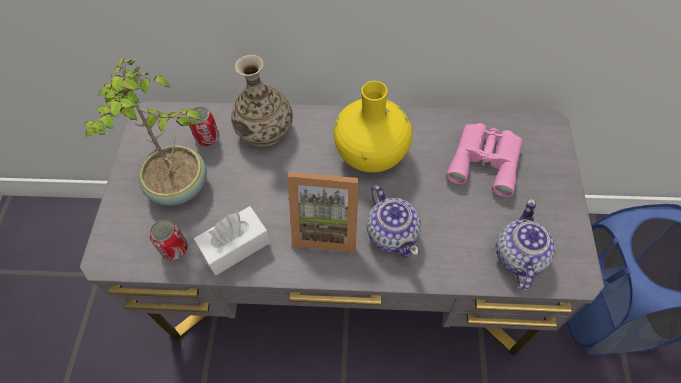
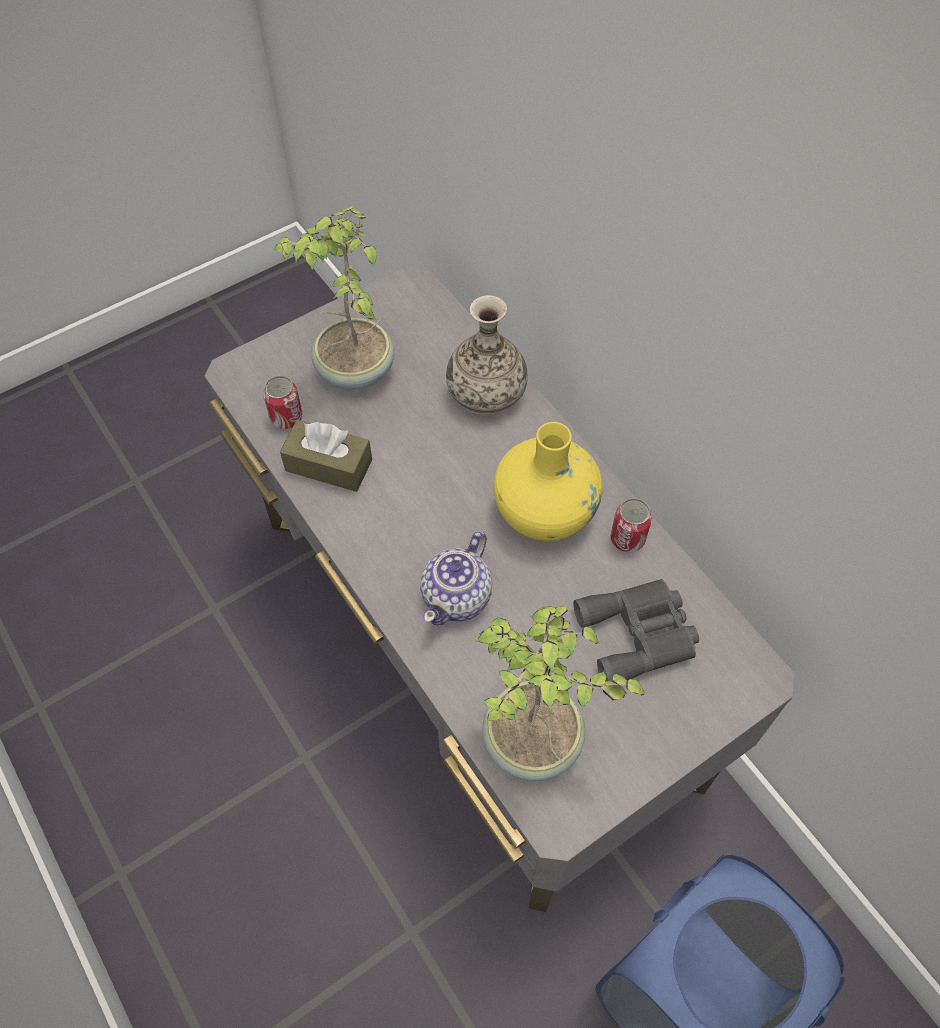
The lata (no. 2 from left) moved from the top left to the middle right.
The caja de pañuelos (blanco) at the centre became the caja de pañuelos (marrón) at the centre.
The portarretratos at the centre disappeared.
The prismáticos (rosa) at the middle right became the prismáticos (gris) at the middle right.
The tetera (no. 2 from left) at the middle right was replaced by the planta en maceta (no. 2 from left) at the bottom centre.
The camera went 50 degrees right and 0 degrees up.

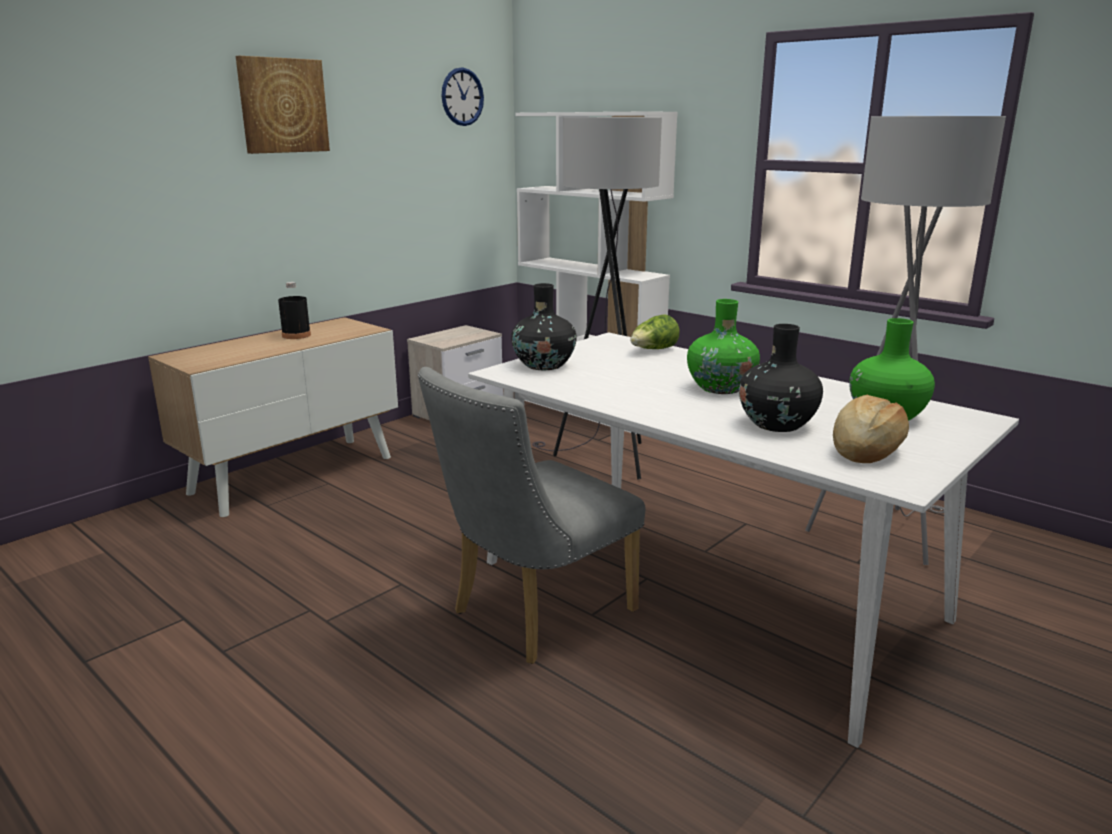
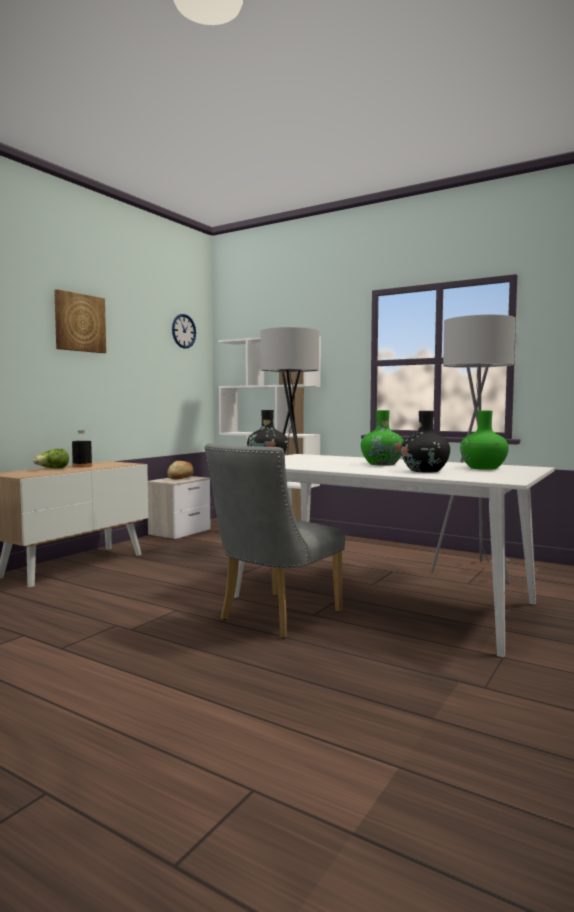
The lechuga moved from the centre to the middle left.
The pan moved from the middle right to the middle left.
The camera went 10 degrees left and 15 degrees down.

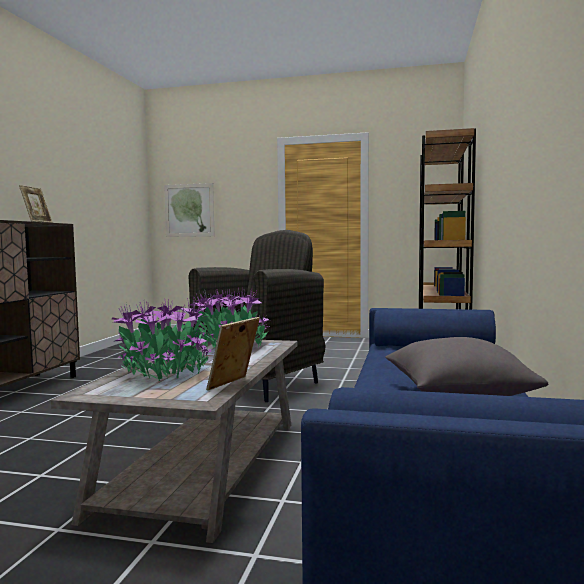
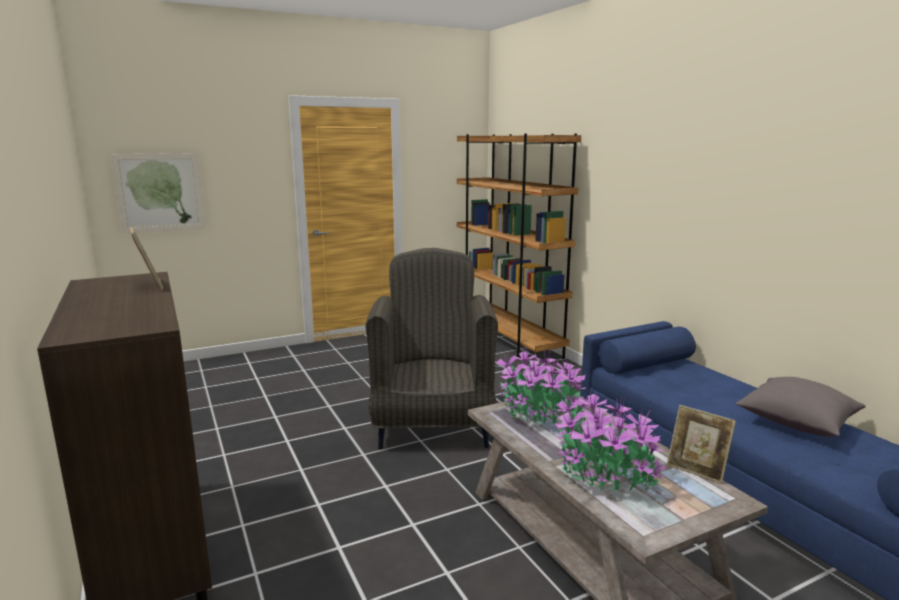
The portarretratos (no. 2 from left) at the centre turned 45 degrees counterclockwise.
The camera went 40 degrees left and 10 degrees up.

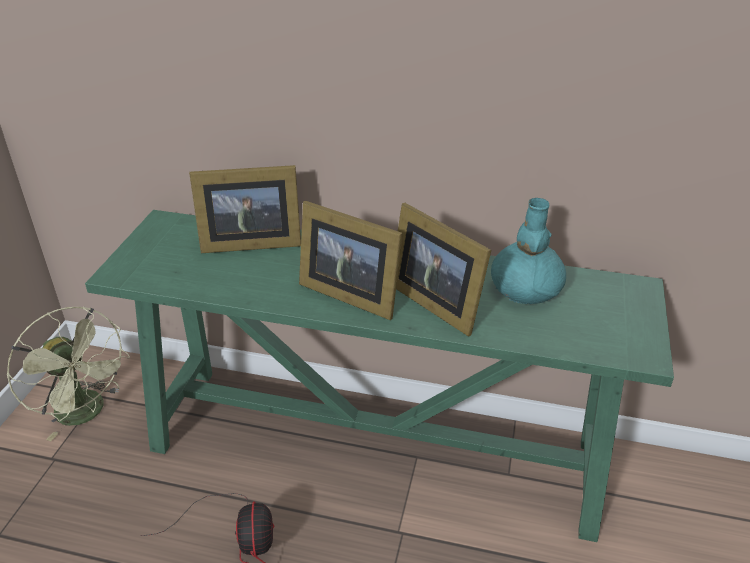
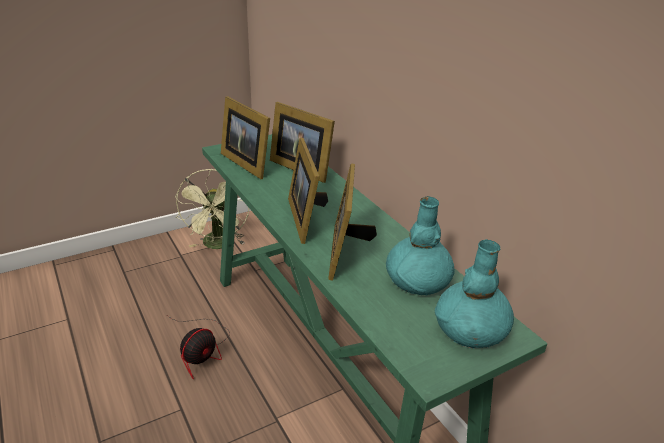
The portarretratos (no. 1 from left) at the top centre appeared.
The florero (turquesa) (no. 2 from left) at the middle right appeared.
The camera went 45 degrees right and 5 degrees down.

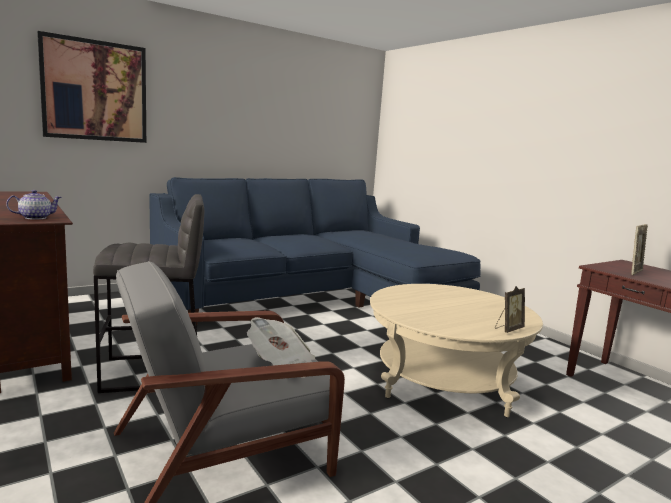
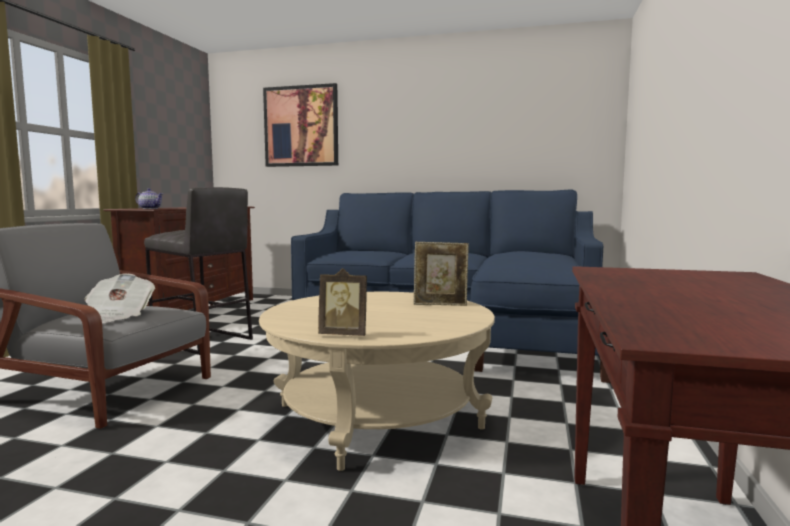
The portarretratos (no. 2 from left) moved from the middle right to the centre.
The camera went 50 degrees right and 5 degrees down.

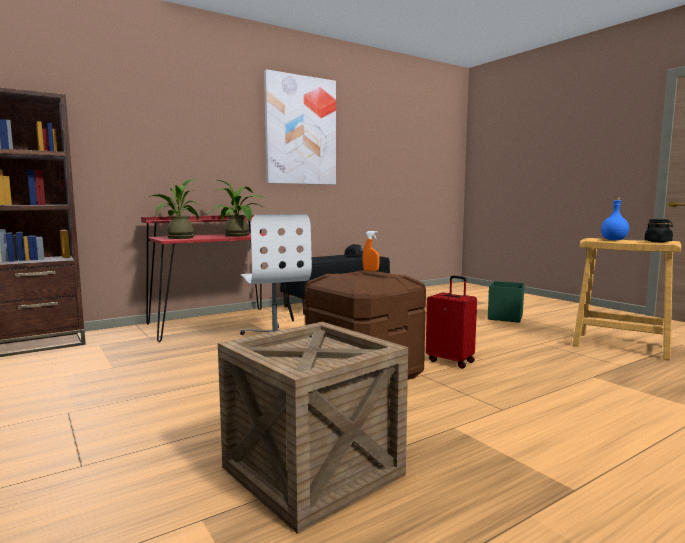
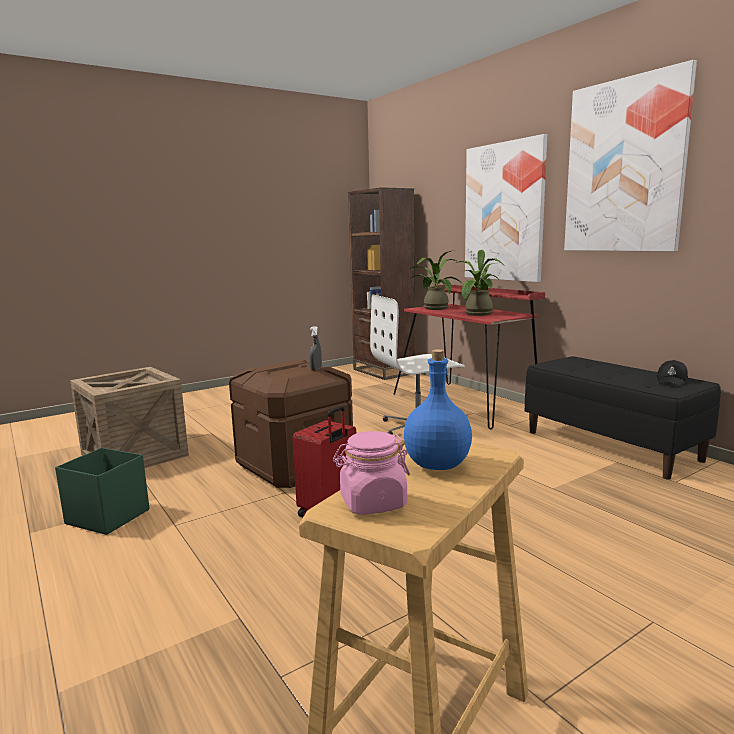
The pulverizador (naranja) at the centre became the pulverizador (gris) at the centre.
The caja de almacenaje (verde) moved from the middle right to the bottom left.
The tarro (negro) at the middle right became the tarro (rosa) at the centre.
The cuadro (no. 1 from left) at the top right appeared.
The camera went 90 degrees right and 5 degrees up.

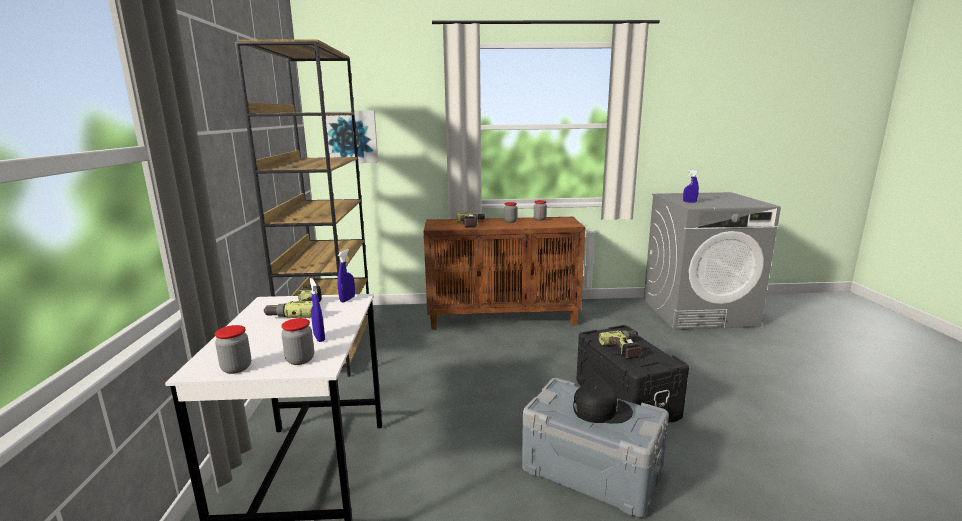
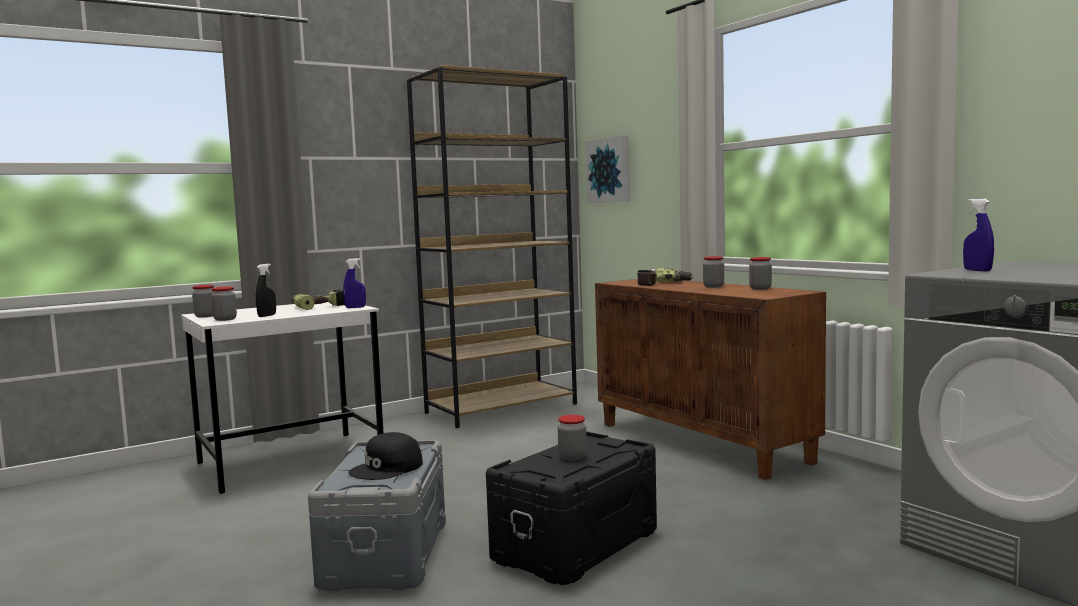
The pulverizador (azul) (no. 1 from left) at the middle left became the pulverizador (negro) at the middle left.
The gorra (negro) at the bottom centre turned 75 degrees clockwise.
The taladro (no. 3 from left) at the centre was replaced by the tarro (no. 3 from left) at the bottom centre.
The camera went 60 degrees right and 10 degrees down.

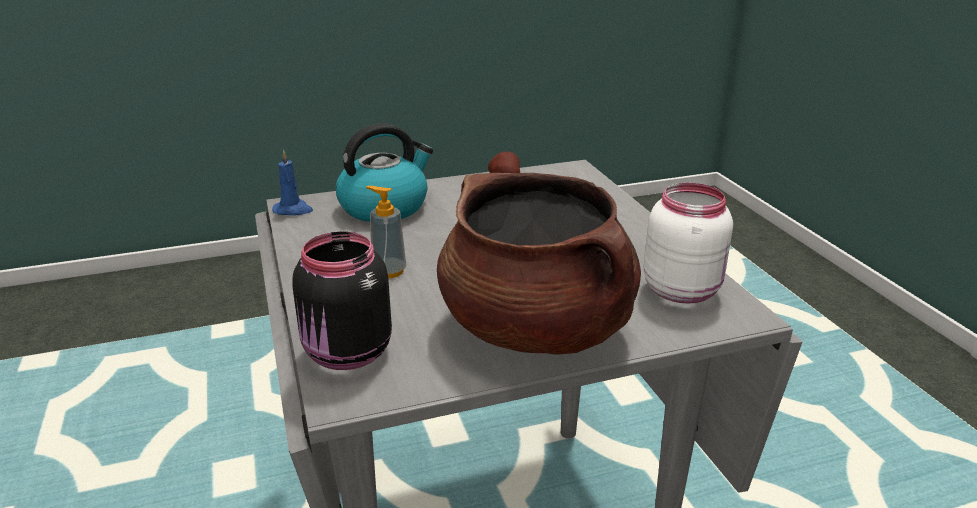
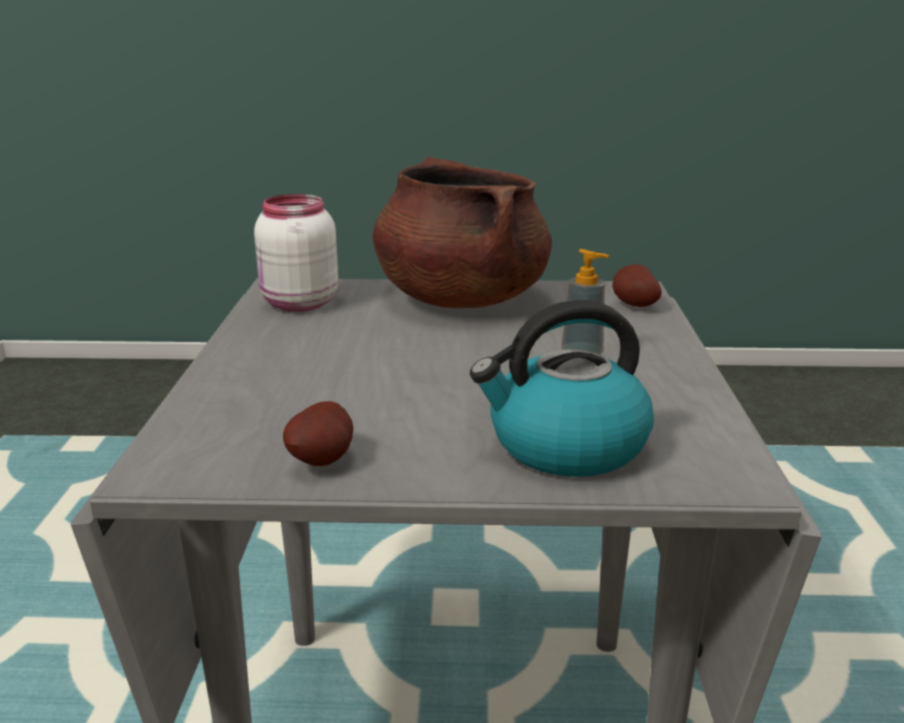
The vela (azul) at the middle left disappeared.
The tarro (negro) at the centre was replaced by the patata (no. 2 from left) at the middle right.
The camera went 160 degrees left and 5 degrees down.

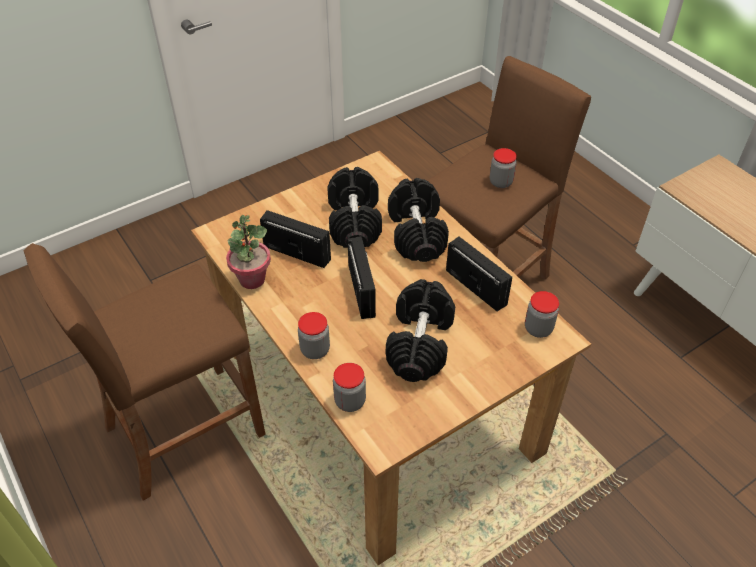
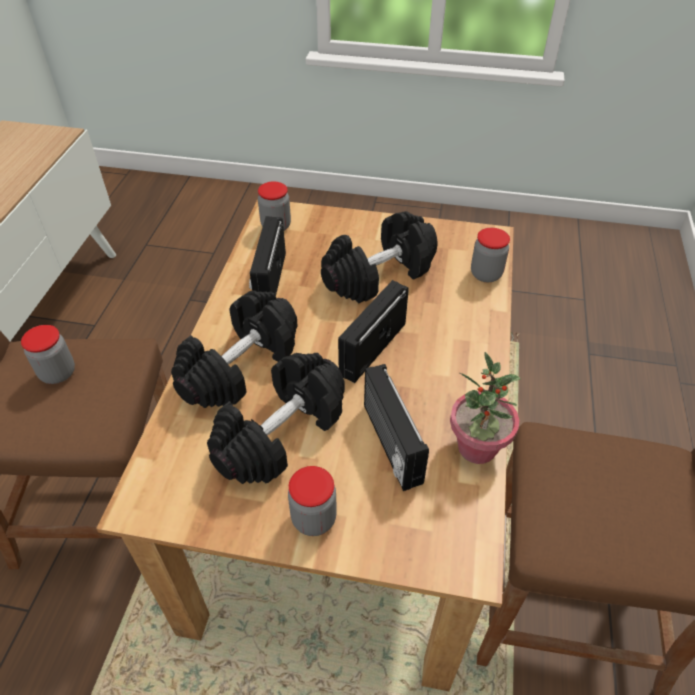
The tarro (no. 1 from left in the first image) moved from the centre to the bottom centre.
The camera went 135 degrees left and 0 degrees up.

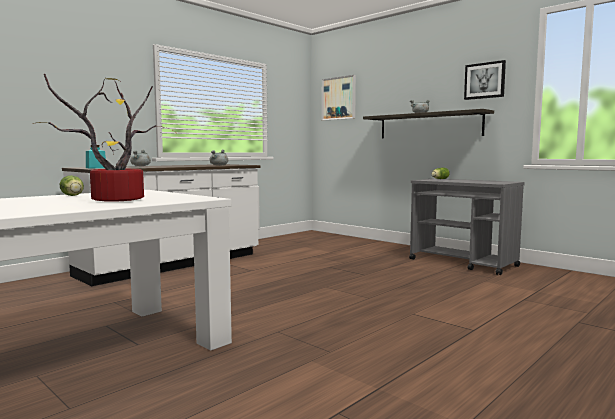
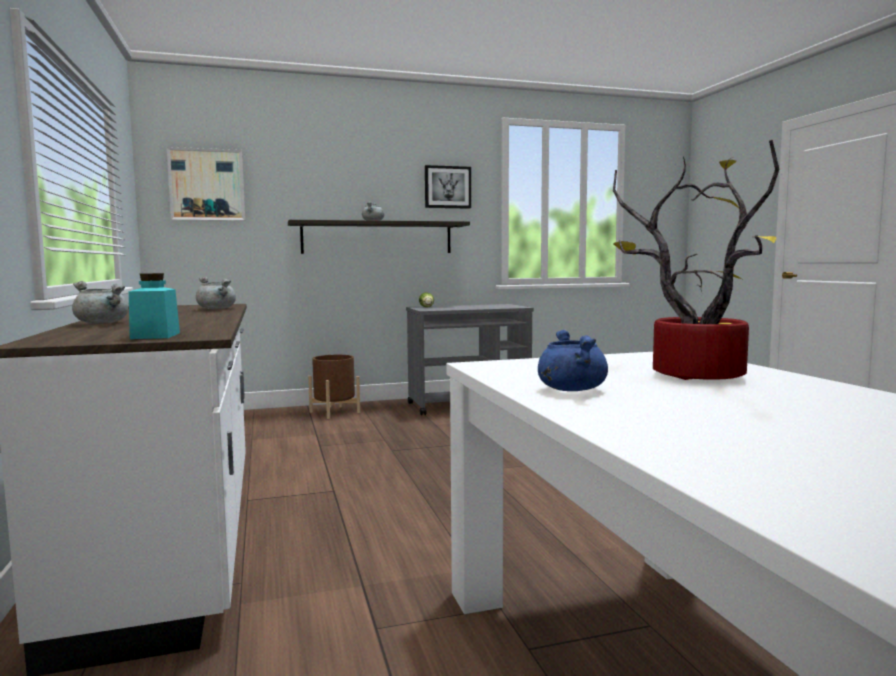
The lechuga (no. 1 from left) at the middle left was replaced by the olla (azul) at the centre.
The maceta (marrón) at the centre appeared.
The camera went 60 degrees left and 0 degrees up.

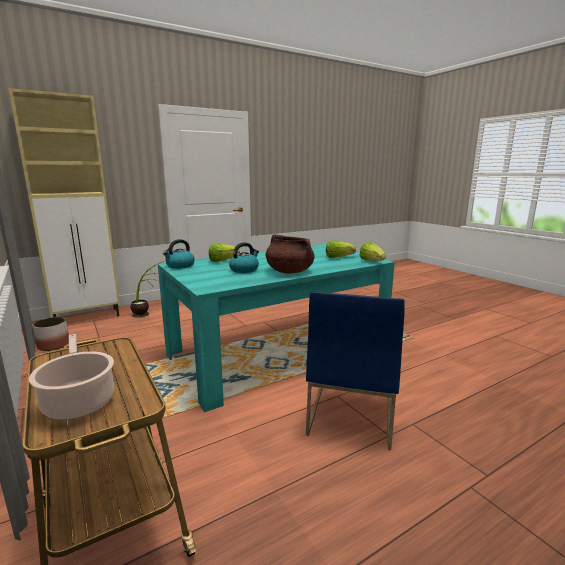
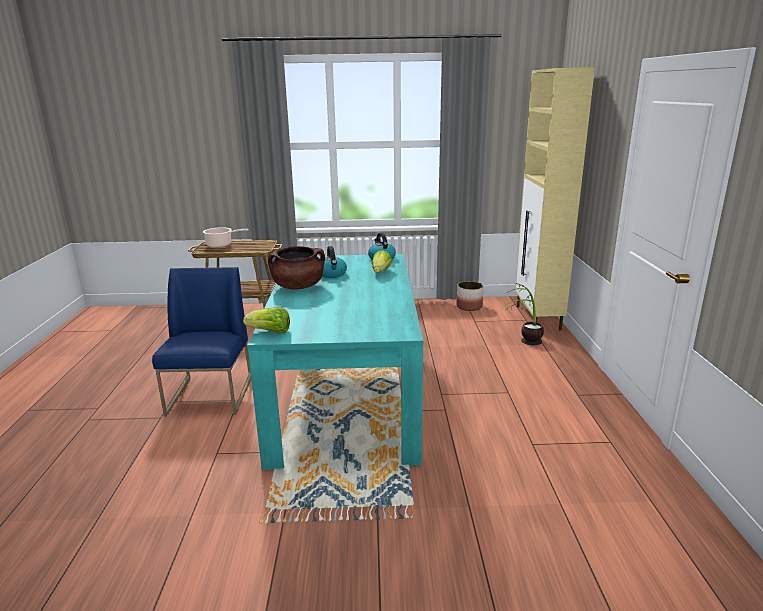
The silla (azul) at the centre turned 45 degrees clockwise.
The lechuga (no. 2 from left) at the centre disappeared.
The camera went 120 degrees right and 5 degrees up.

